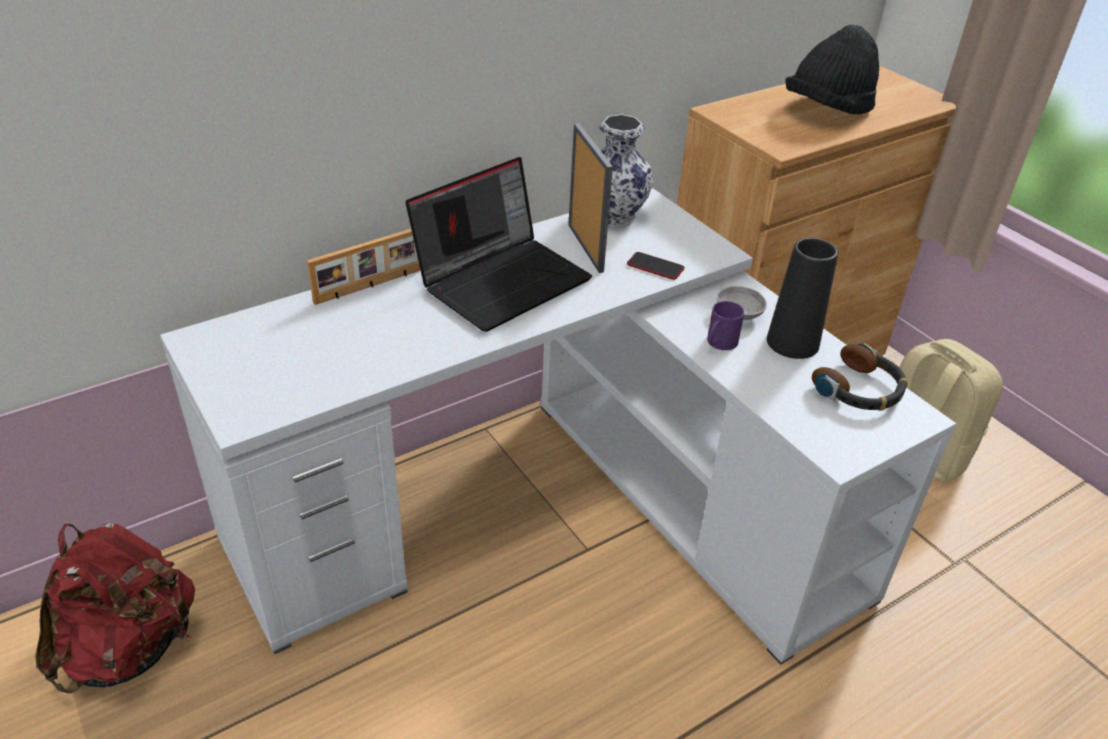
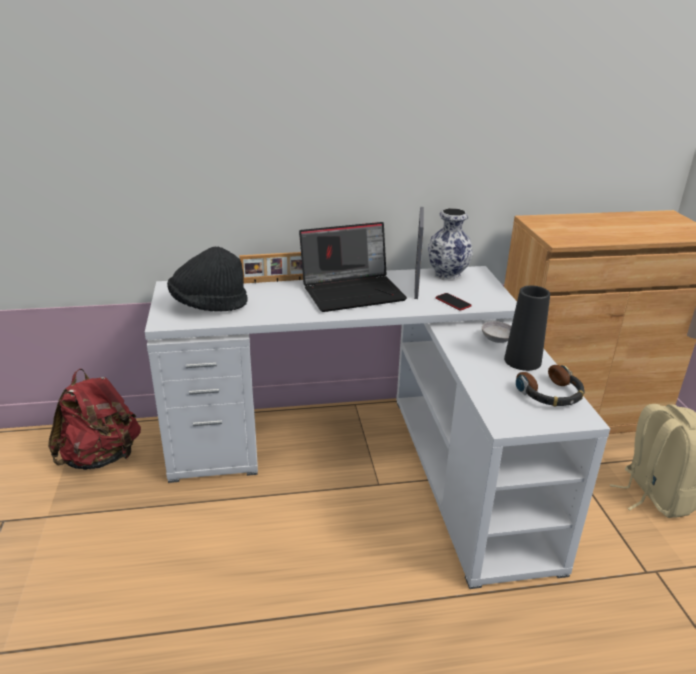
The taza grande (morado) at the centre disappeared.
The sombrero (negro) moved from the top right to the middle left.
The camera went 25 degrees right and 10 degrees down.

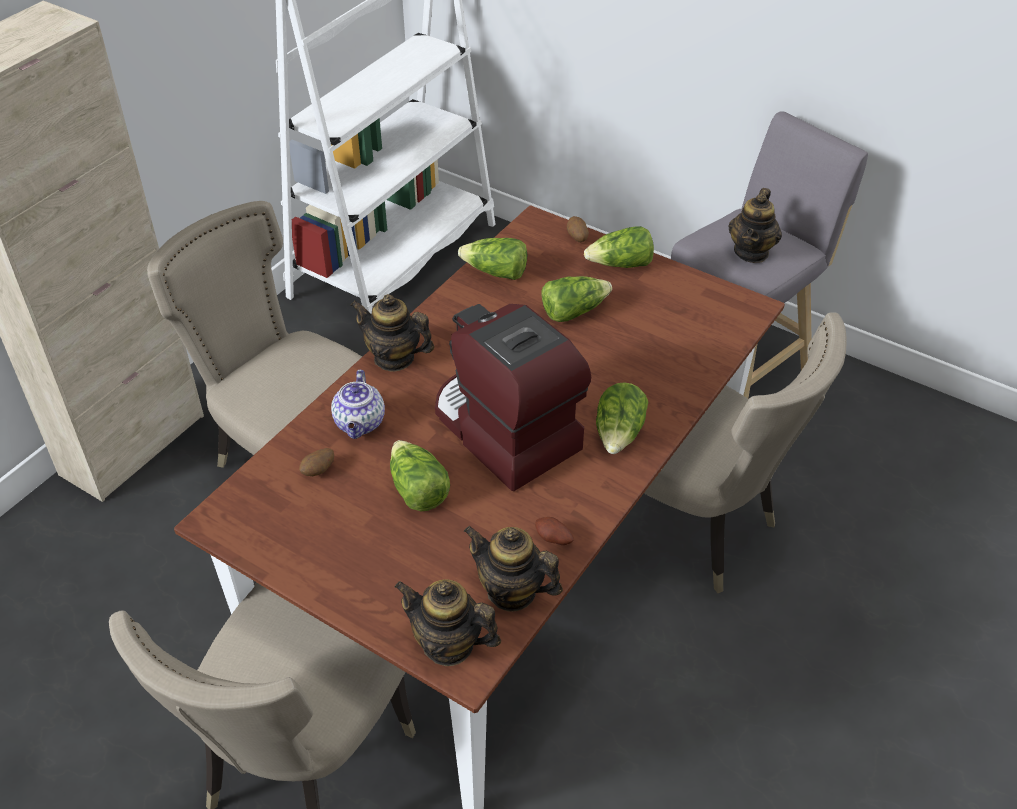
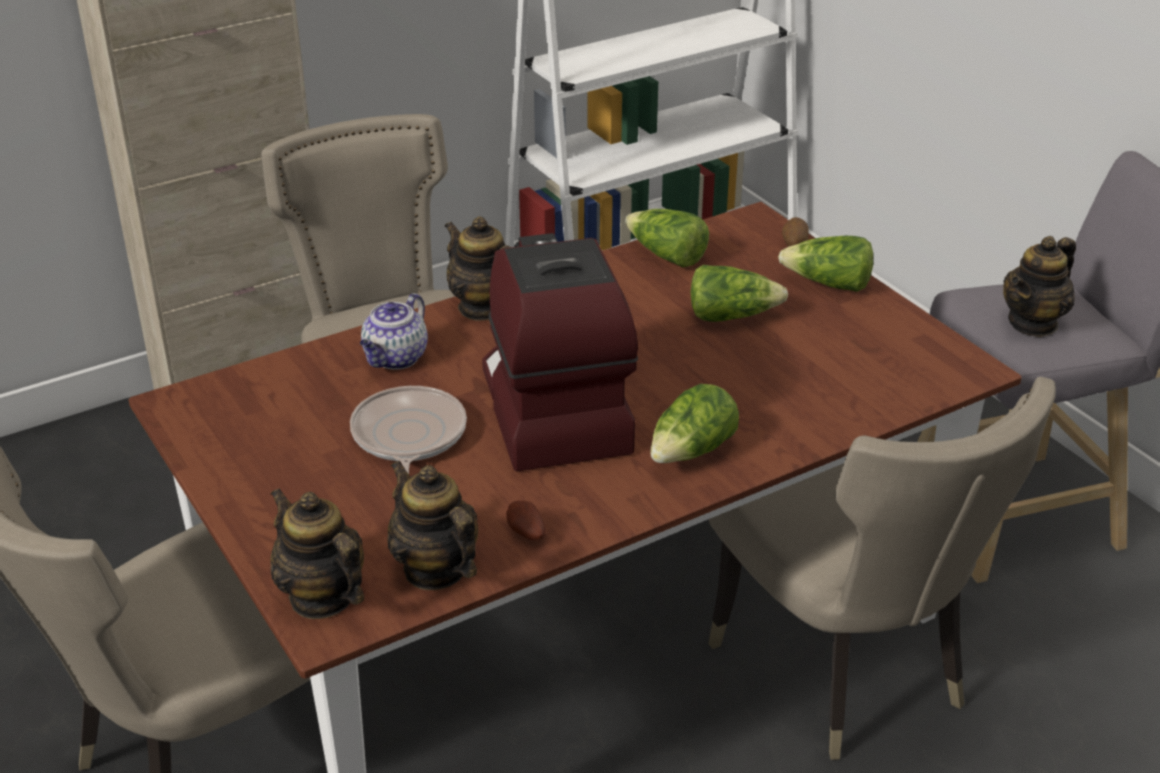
The patata (no. 1 from left) at the middle left disappeared.
The lechuga (no. 1 from left) at the centre was replaced by the sartén at the centre.
The camera went 25 degrees right and 10 degrees down.

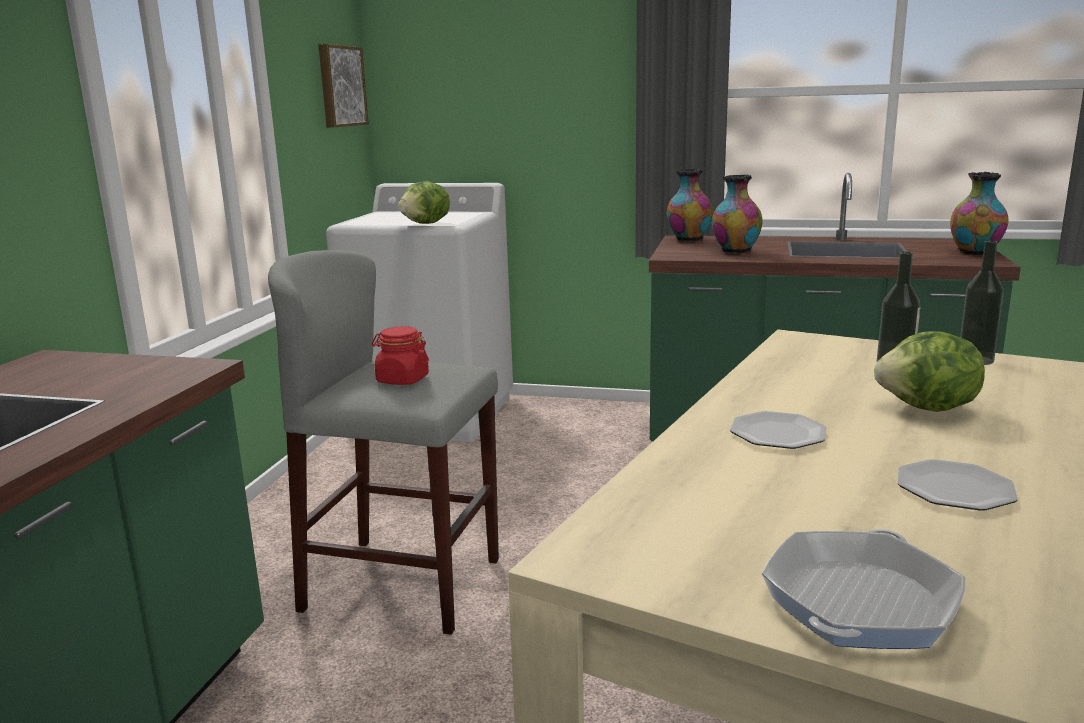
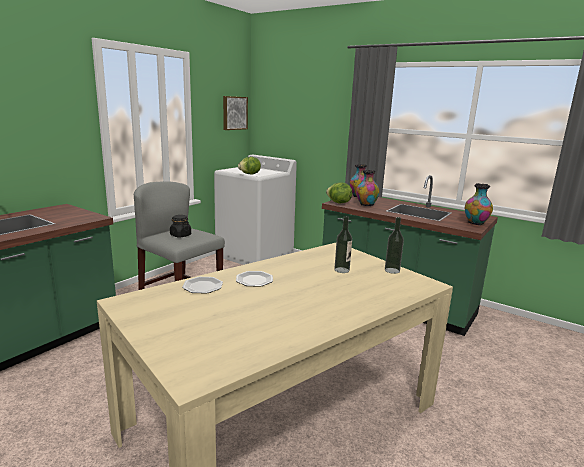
The tarro (rojo) at the centre became the tarro (negro) at the middle left.
The sartén at the bottom right disappeared.
The lechuga (no. 2 from left) moved from the middle right to the centre.
The plato (no. 2 from left in the first image) moved from the bottom right to the centre.
The camera went 20 degrees right and 0 degrees up.

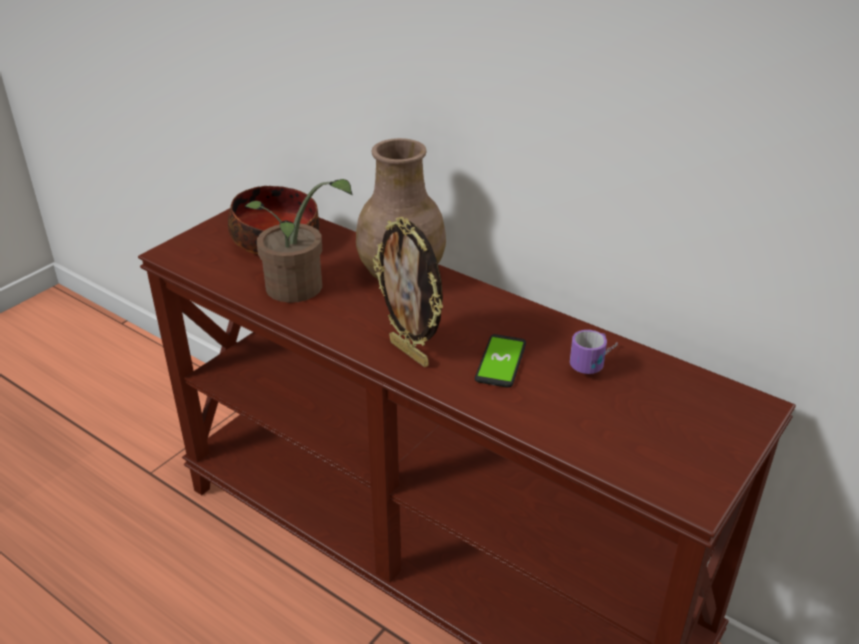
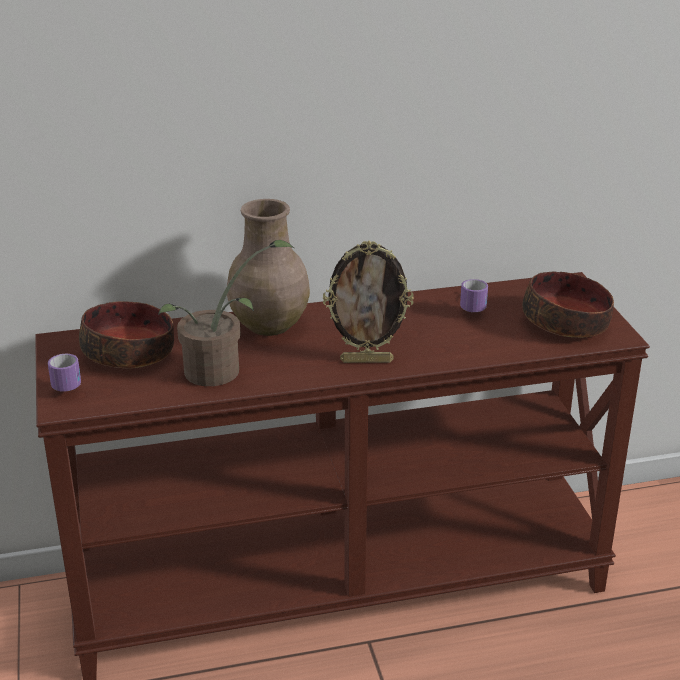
The móvil at the centre disappeared.
The taza grande (no. 1 from left) at the middle left appeared.
The cuenco (no. 2 from left) at the middle right appeared.
The camera went 50 degrees left and 5 degrees down.

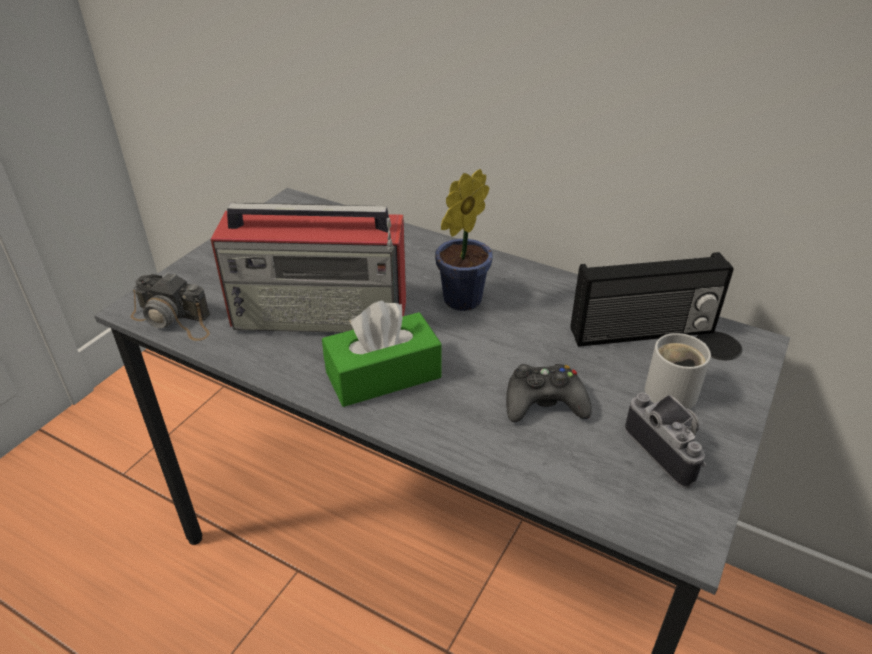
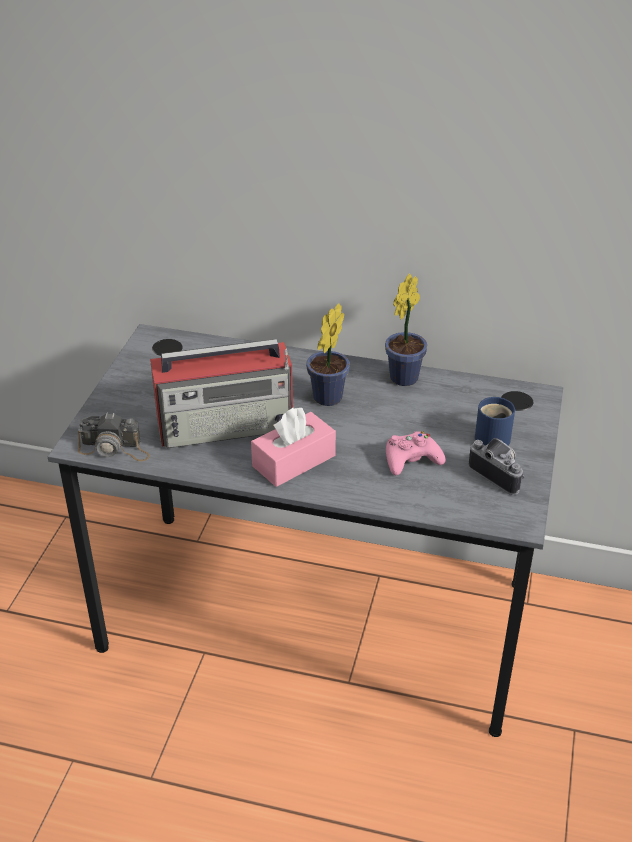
The caja de pañuelos (verde) at the centre became the caja de pañuelos (rosa) at the centre.
The mando de consola (negro) at the centre became the mando de consola (rosa) at the centre.
The radio (no. 2 from left) at the middle right disappeared.
The taza grande (blanco) at the middle right became the taza grande (azul) at the middle right.
The planta en maceta (no. 2 from left) at the centre appeared.
The camera went 15 degrees left and 0 degrees up.

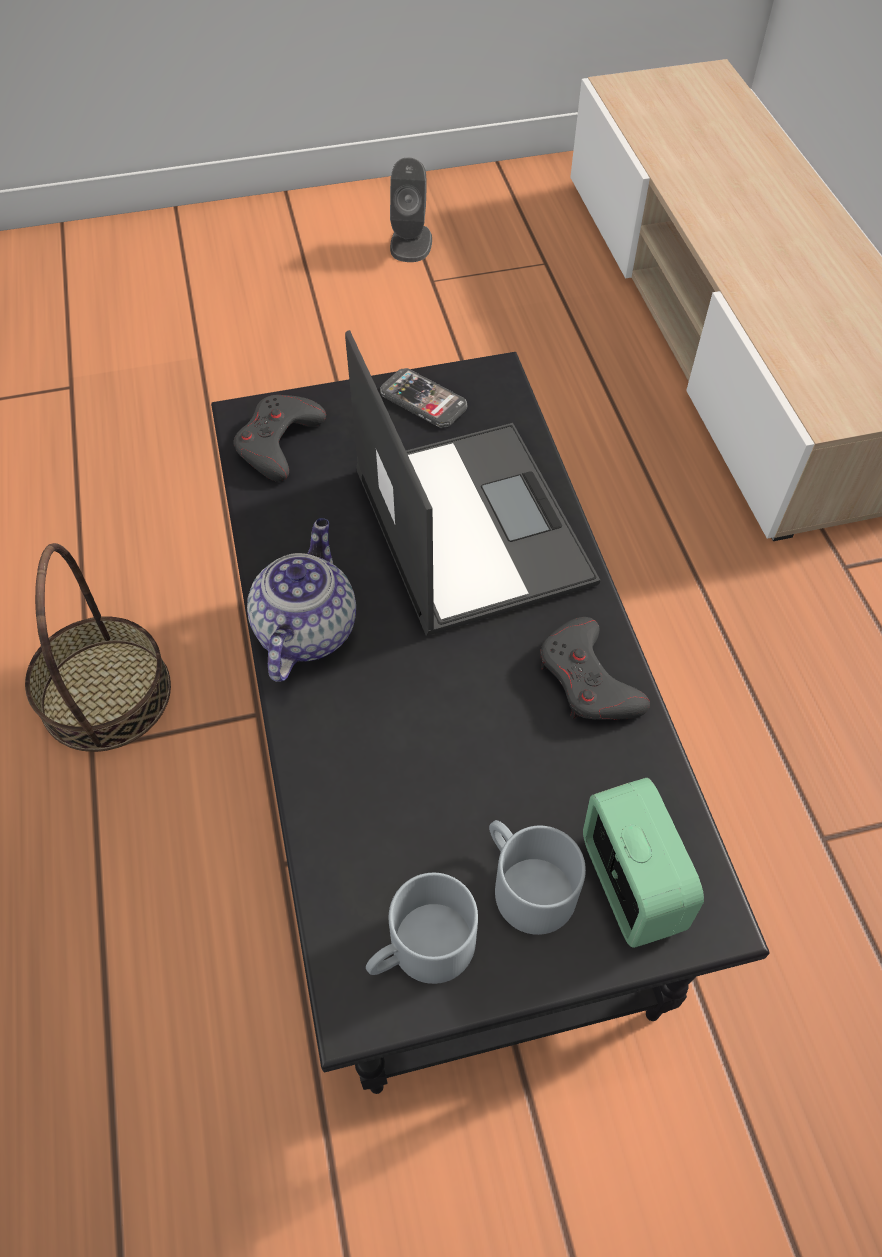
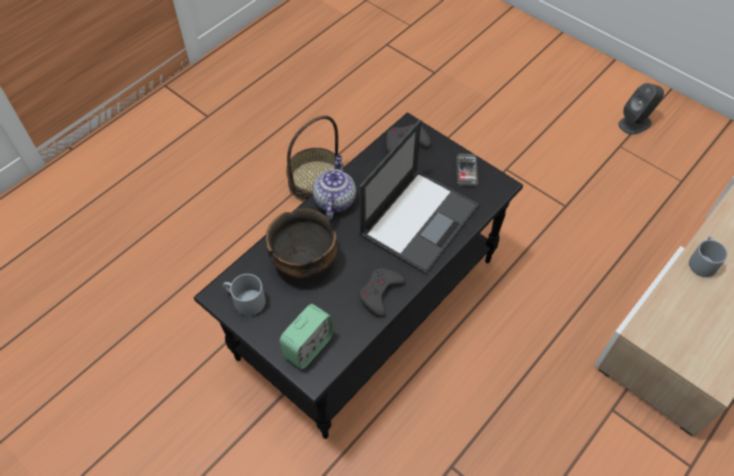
The tetera at the centre turned 60 degrees counterclockwise.
The taza grande (gris) (no. 2 from left) moved from the bottom centre to the middle right.
The cuenco at the centre appeared.
The camera went 55 degrees right and 0 degrees up.

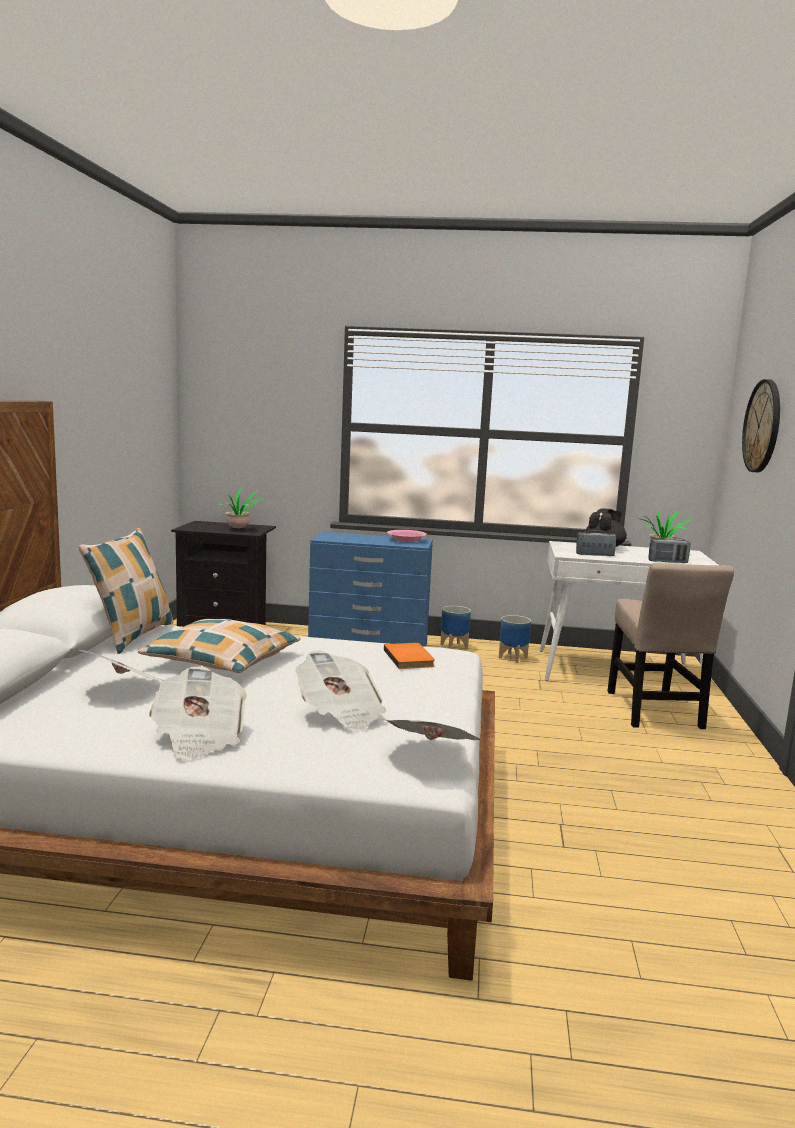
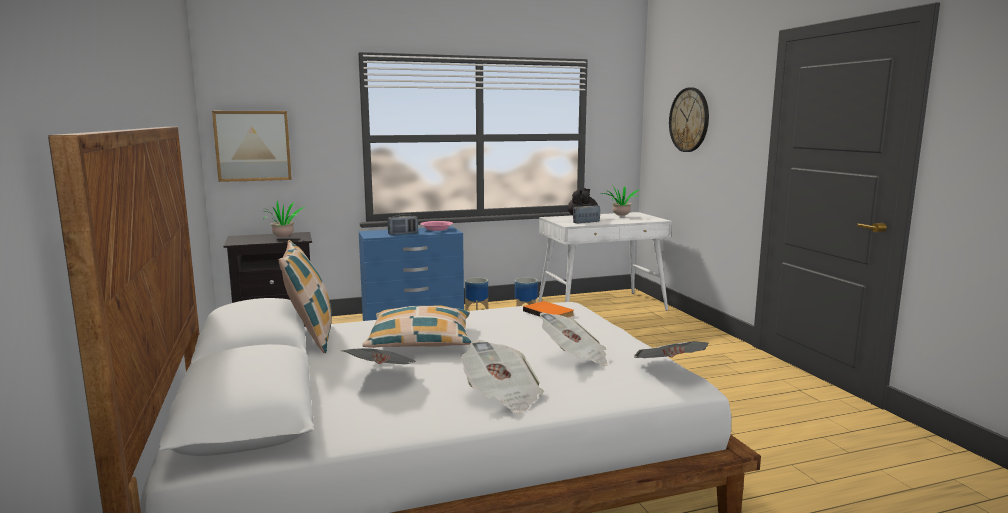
The silla (beis) at the middle right disappeared.
The radio (no. 2 from left in the first image) moved from the middle right to the centre.
The cuadro at the top left appeared.
The camera went 25 degrees left and 0 degrees up.

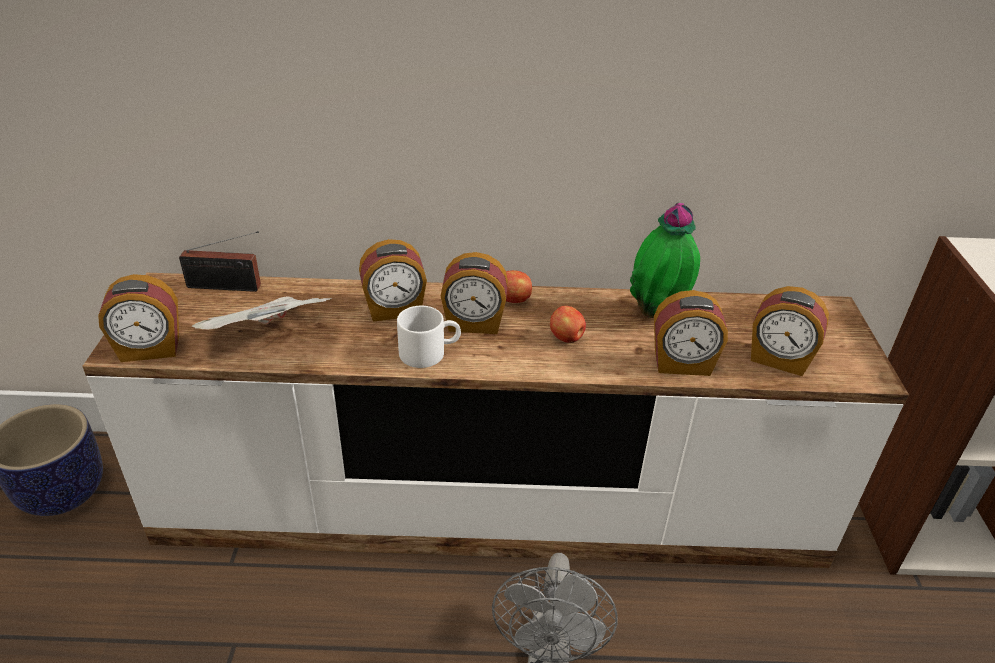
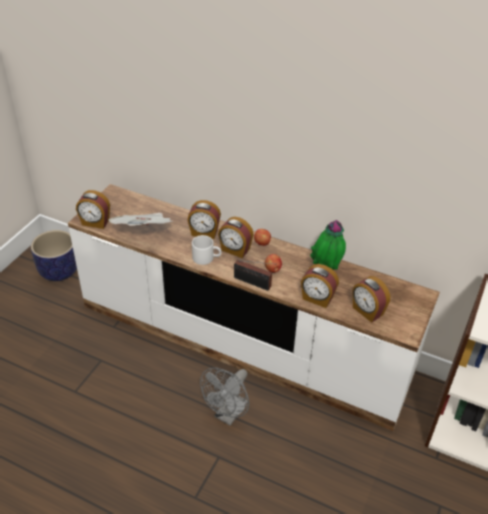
The radio moved from the middle left to the centre.
The camera went 25 degrees right and 5 degrees up.

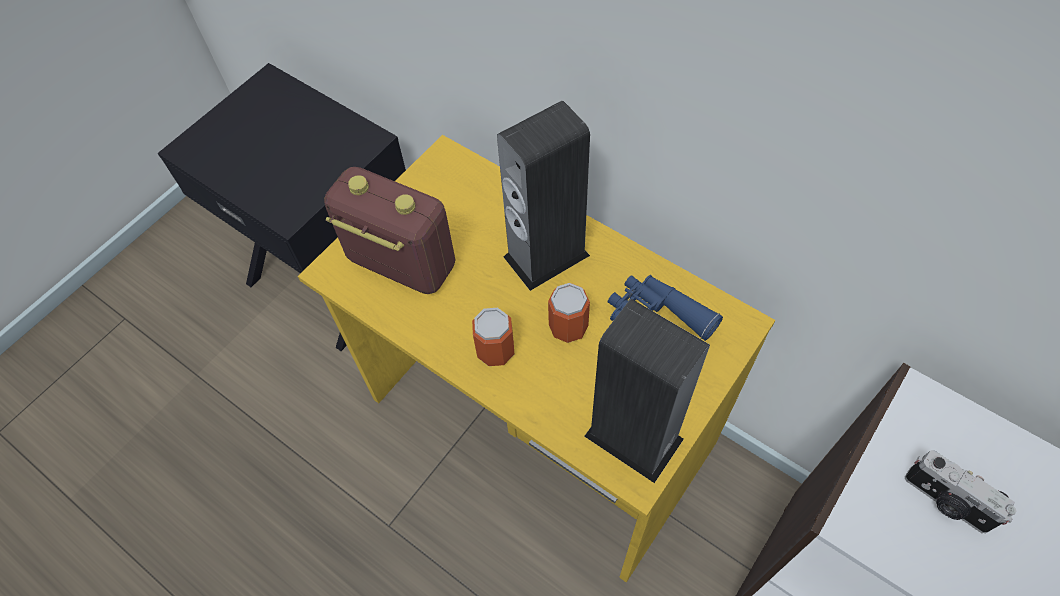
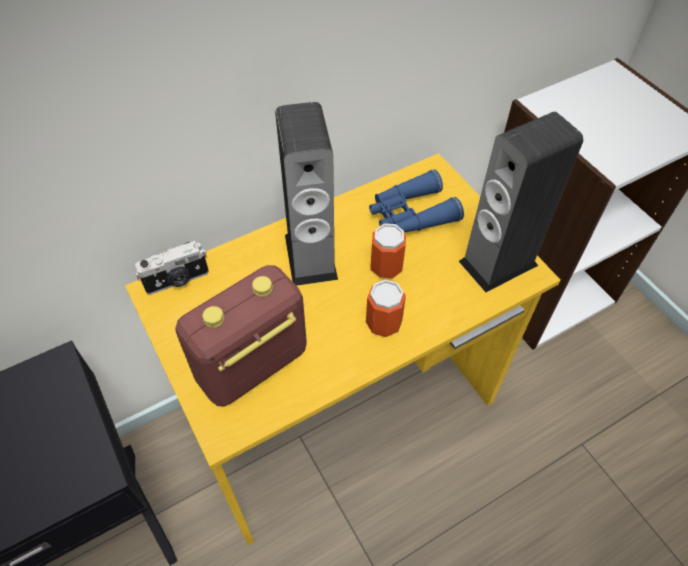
The cámara moved from the bottom right to the middle left.
The camera went 70 degrees left and 5 degrees down.

